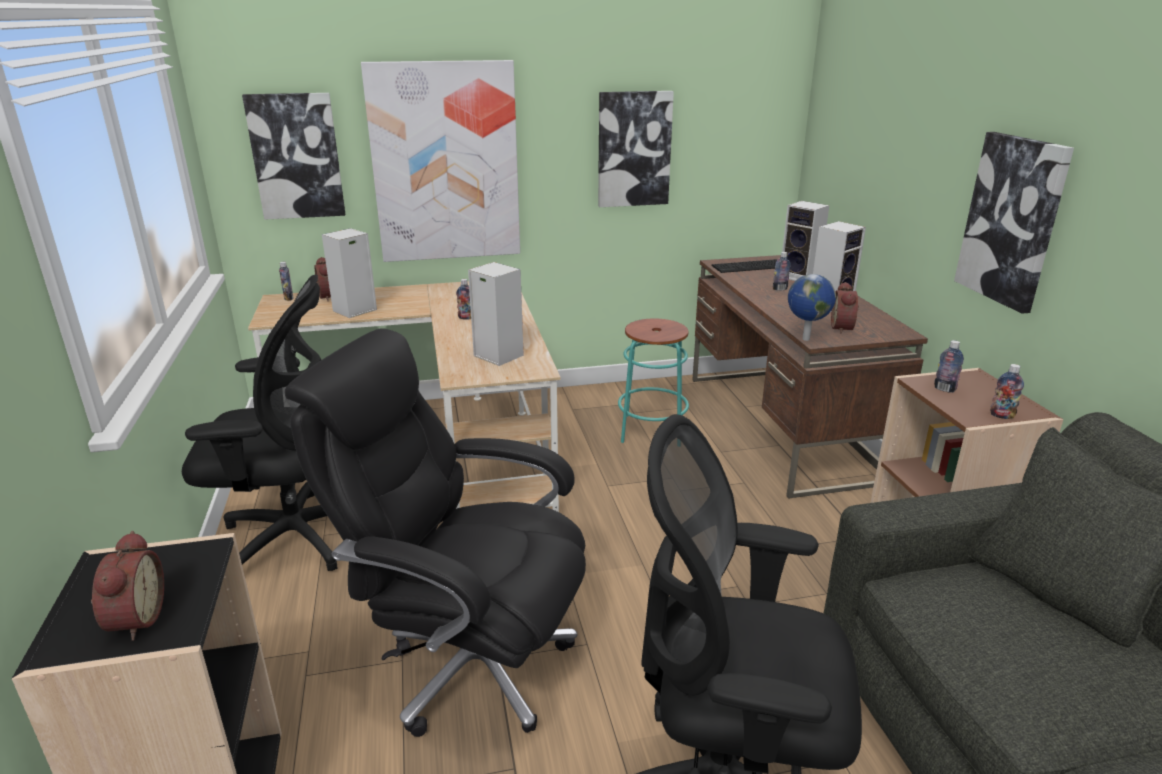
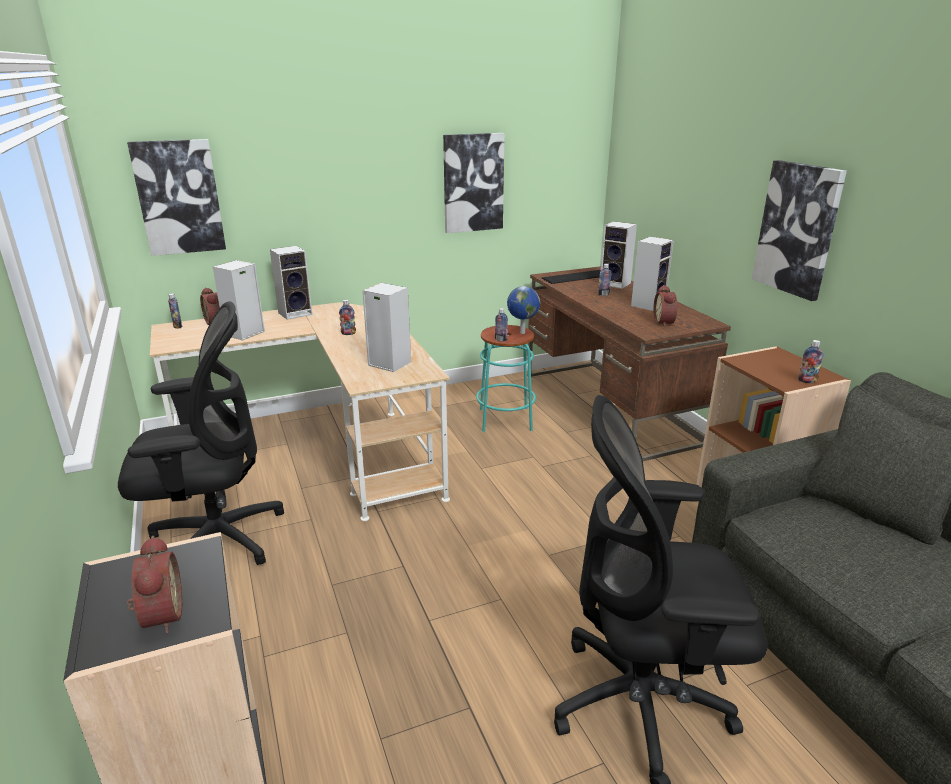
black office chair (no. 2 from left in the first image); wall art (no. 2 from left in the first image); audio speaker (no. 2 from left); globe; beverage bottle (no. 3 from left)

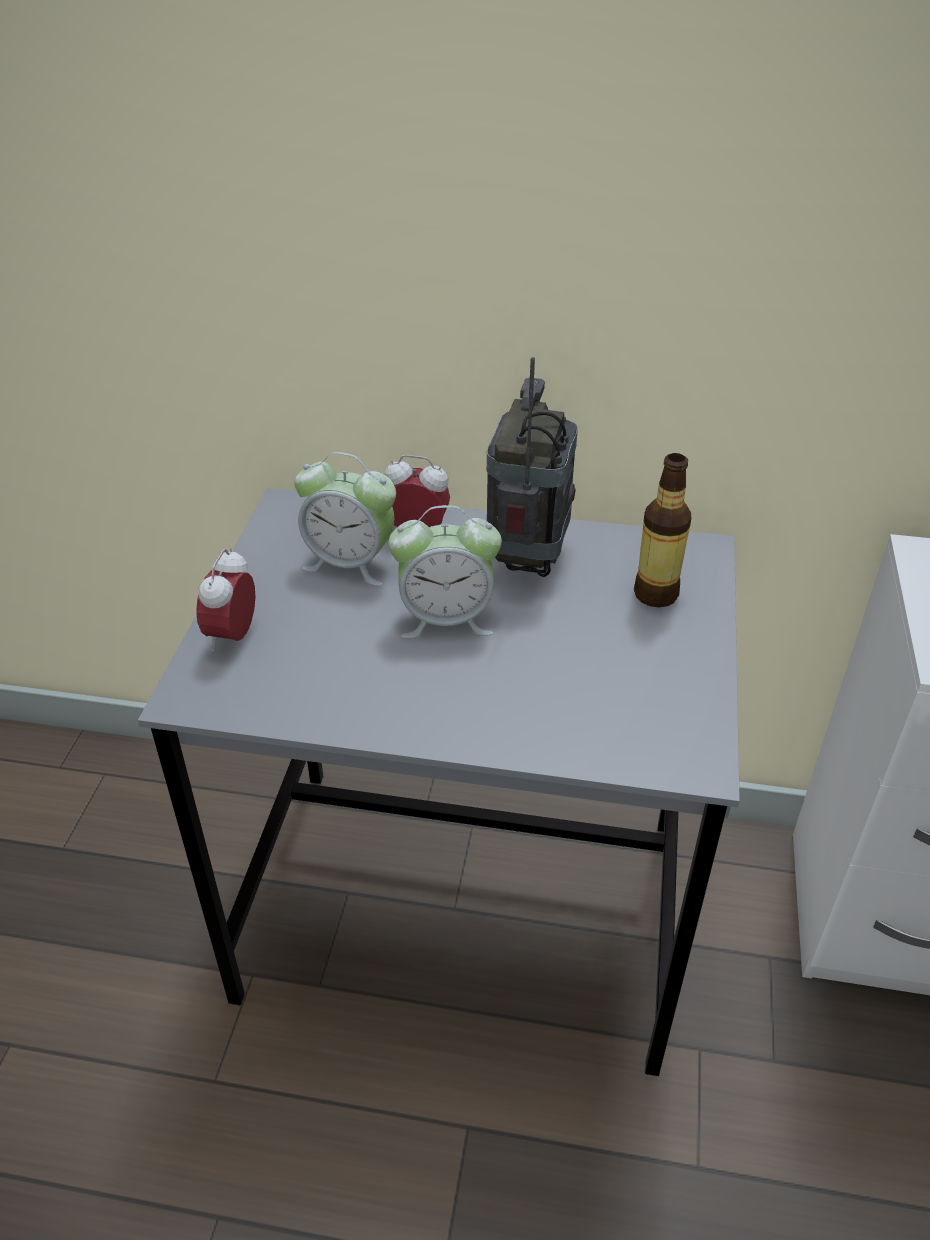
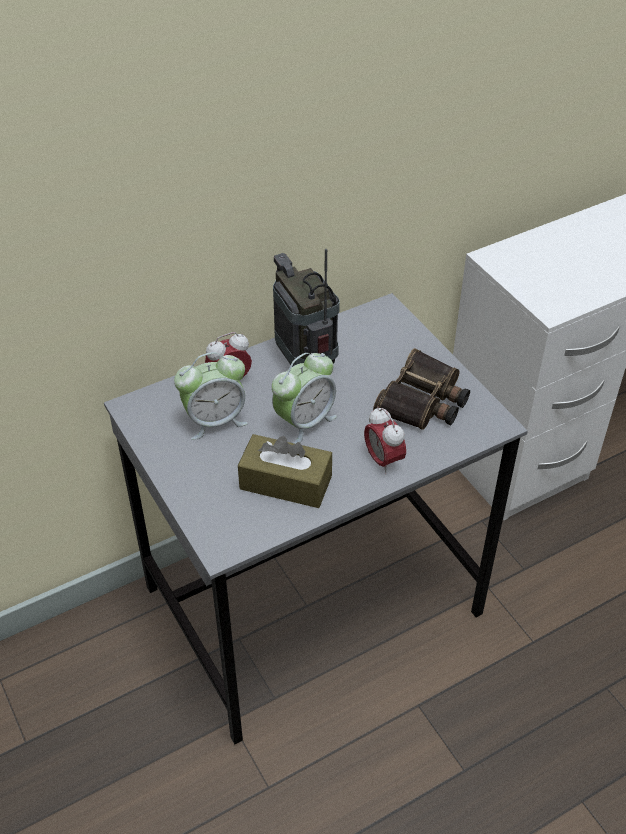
beverage bottle; brown tissue box; pair of binoculars; table clock (no. 4 from left)

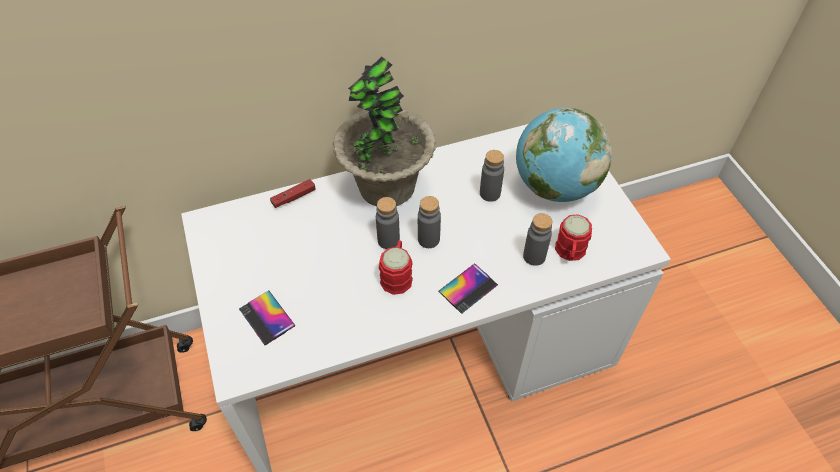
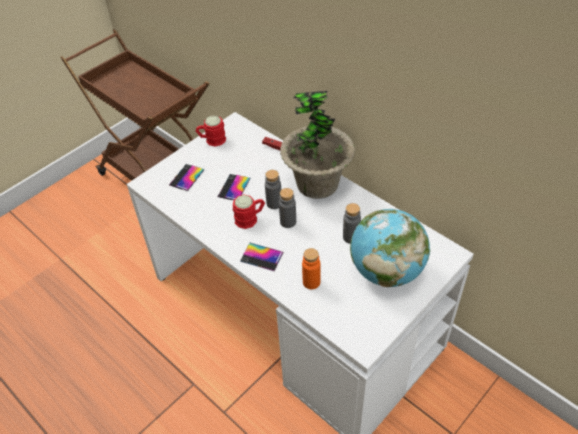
handset (no. 2 from left); red mug (no. 1 from left); orange-coloured beverage bottle

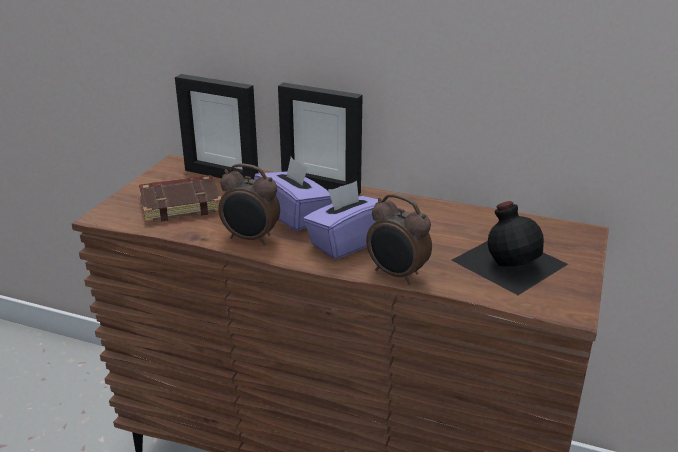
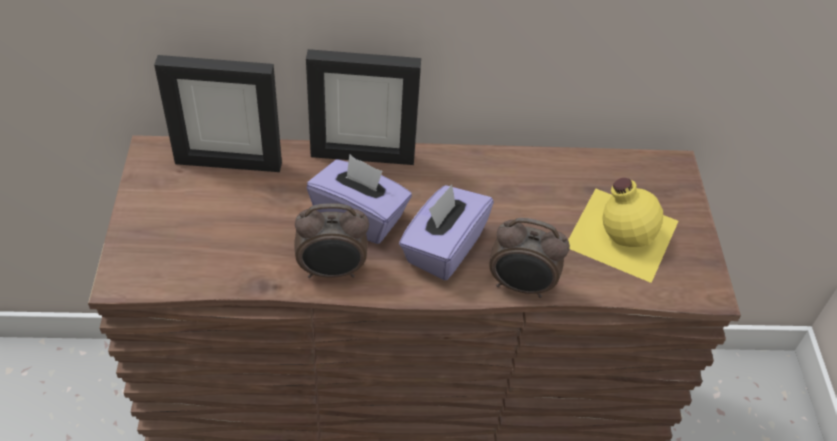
brown bound book; yellowish beverage bottle

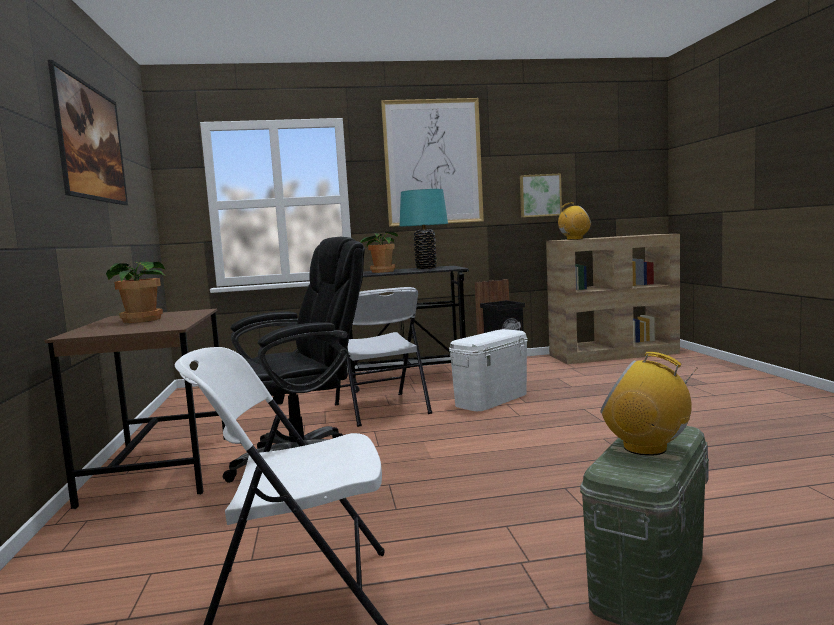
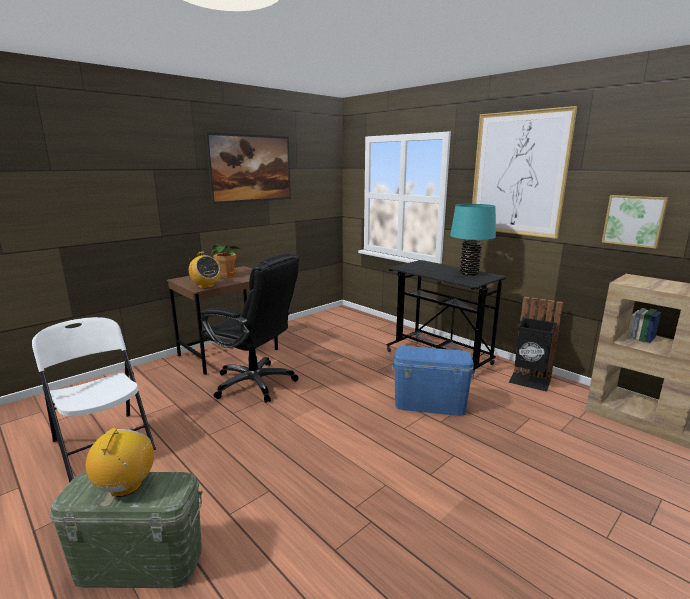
white chair (no. 2 from left in the first image); plant in a pot (no. 2 from left in the first image); radio set (no. 2 from left); blue-coloured storage box

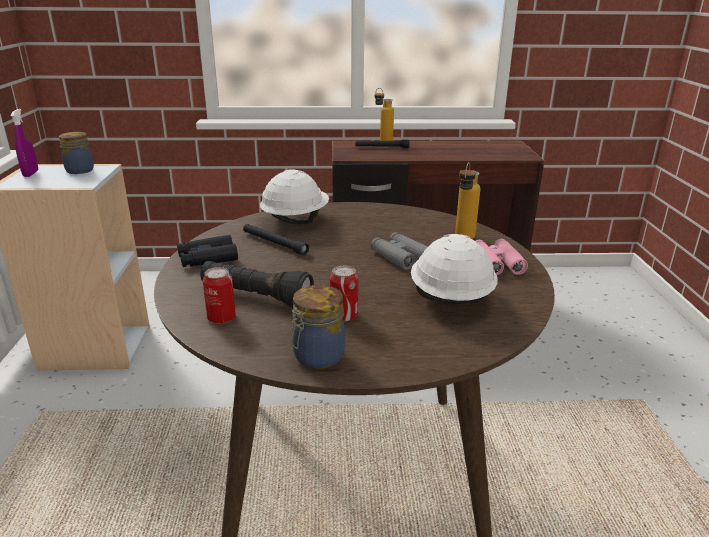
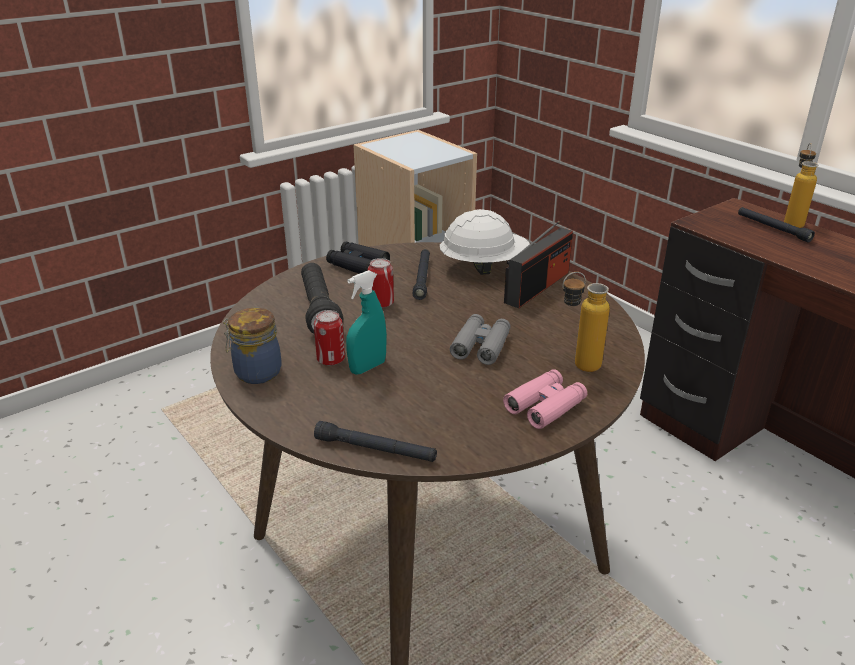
purplish spray bottle; jar (no. 1 from left in the first image); white work helmet (no. 2 from left in the first image); black torch (no. 2 from left); turquoise-coloured spray bottle; radio set; can (no. 2 from left)

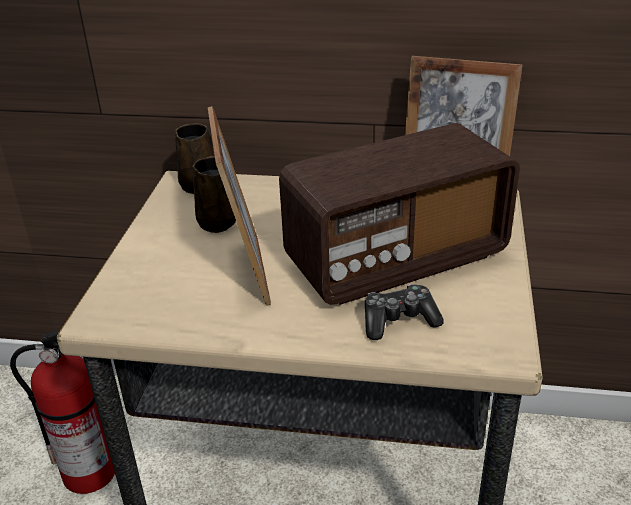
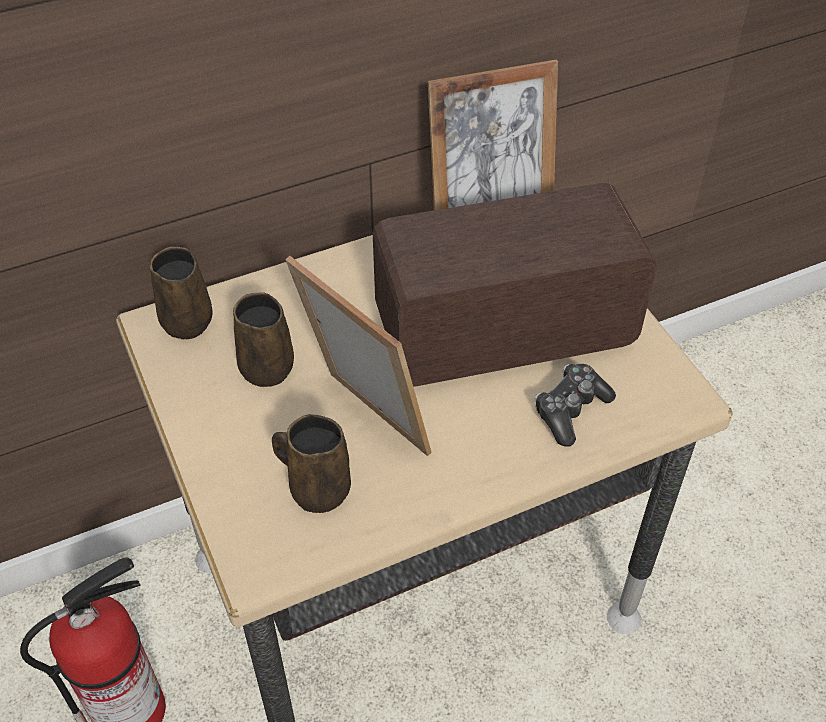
brown mug (no. 3 from left); radio set

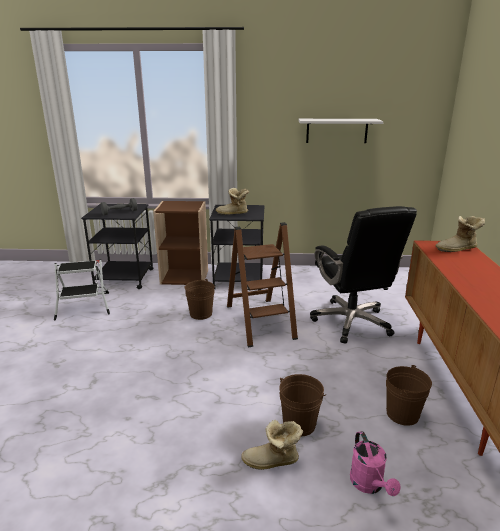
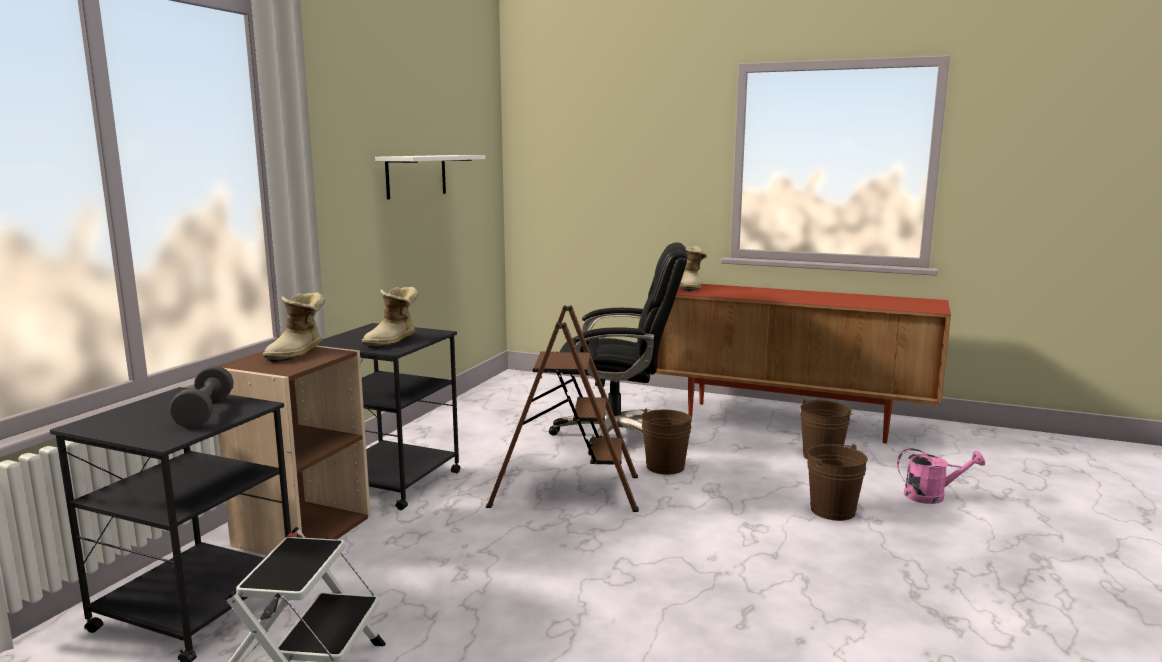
brown bucket (no. 1 from left); high-top boot (no. 1 from left)

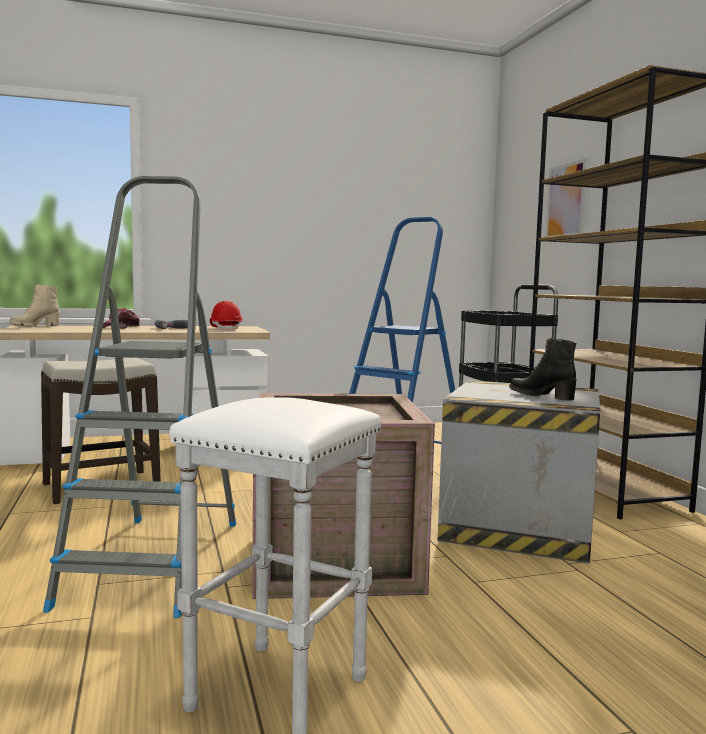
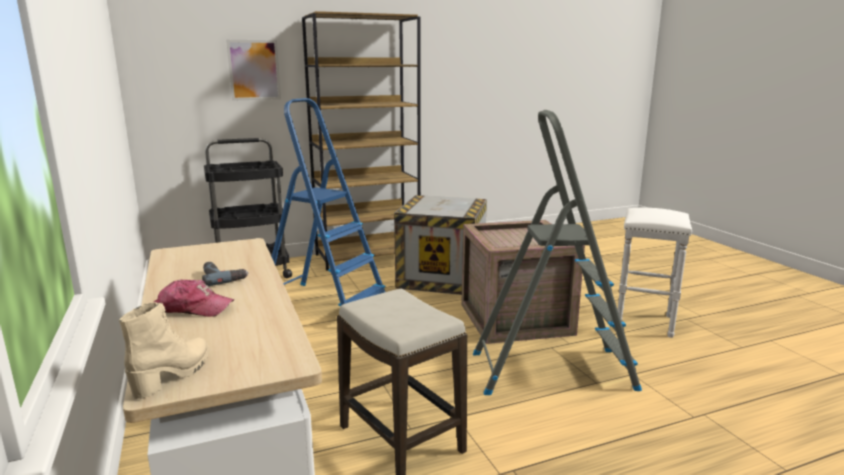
red work helmet; black high-top boot; sand-coloured high-top boot

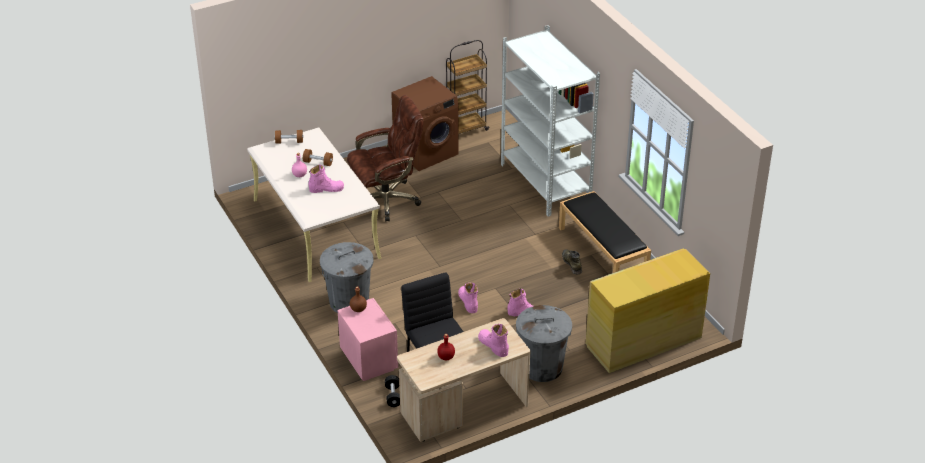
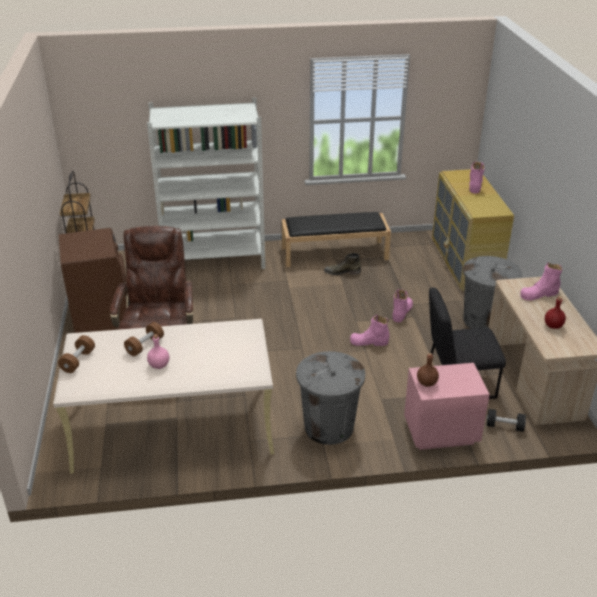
pinkish high-top boot (no. 3 from left)

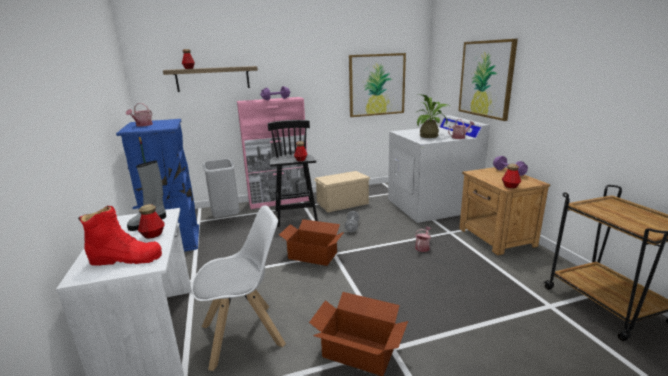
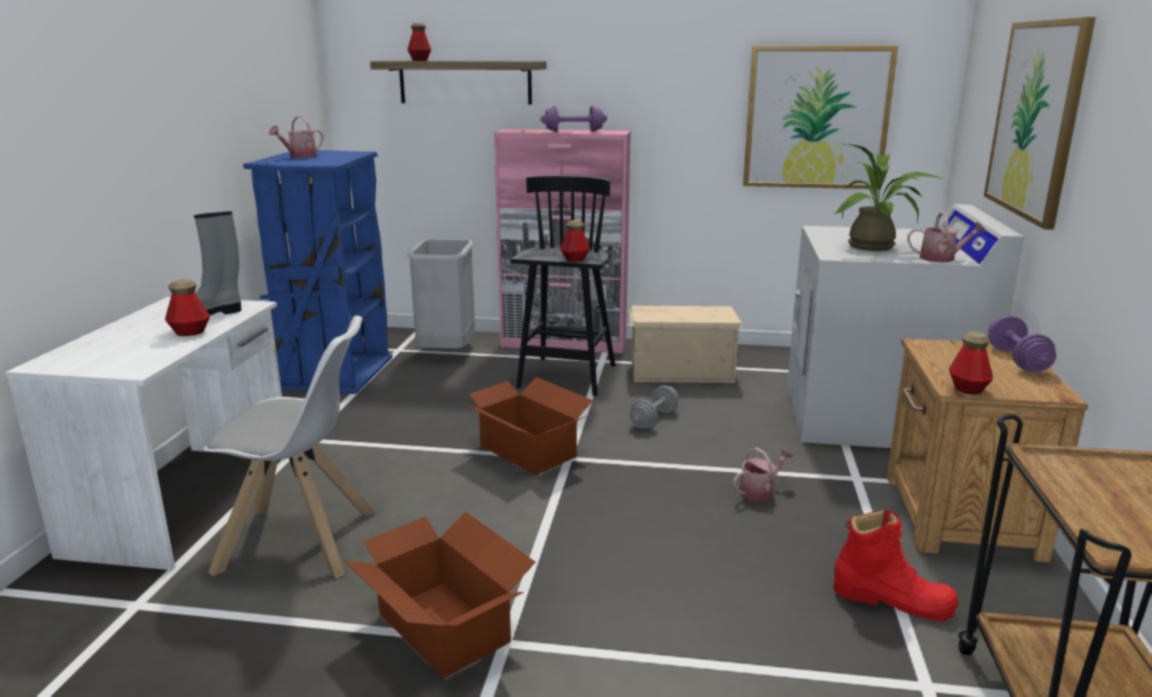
red high-top boot

